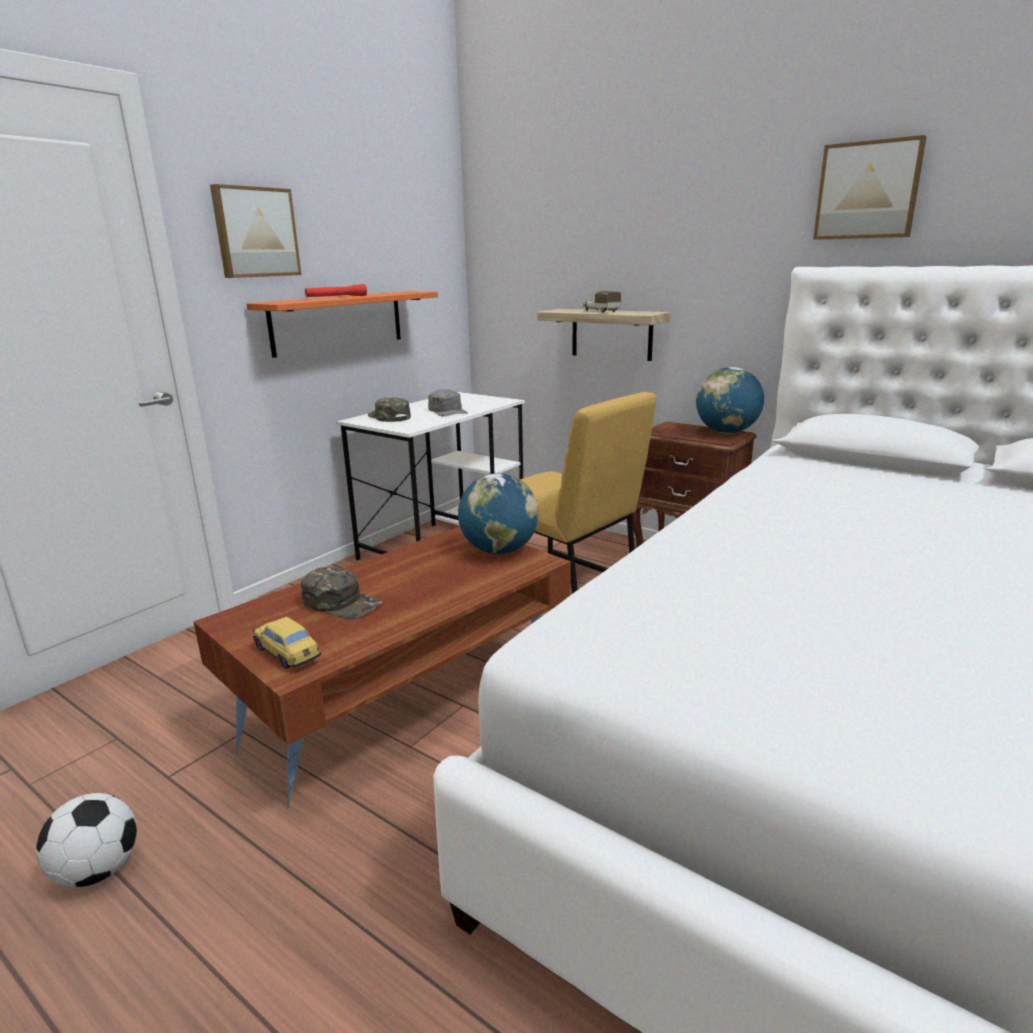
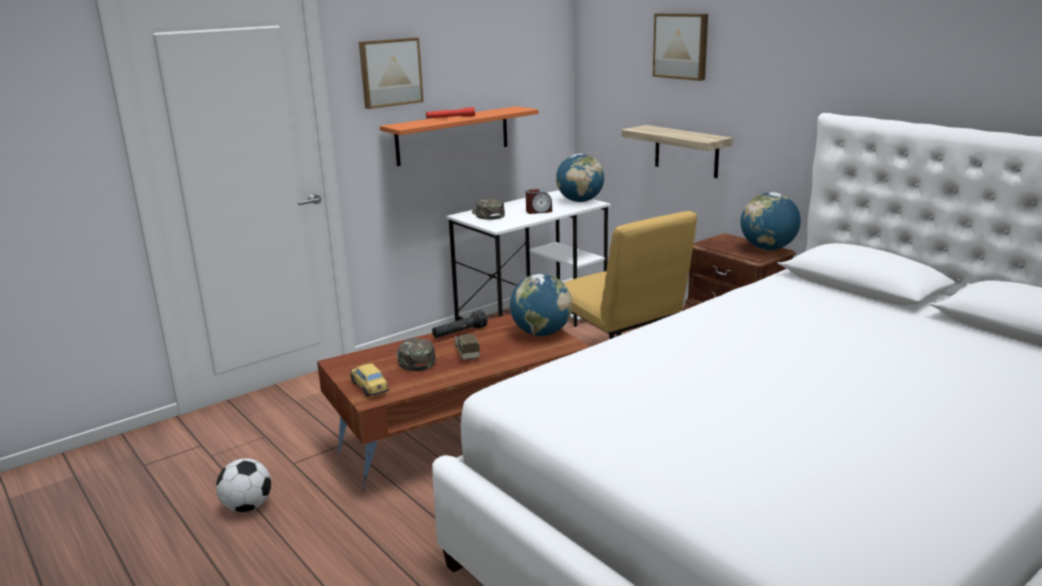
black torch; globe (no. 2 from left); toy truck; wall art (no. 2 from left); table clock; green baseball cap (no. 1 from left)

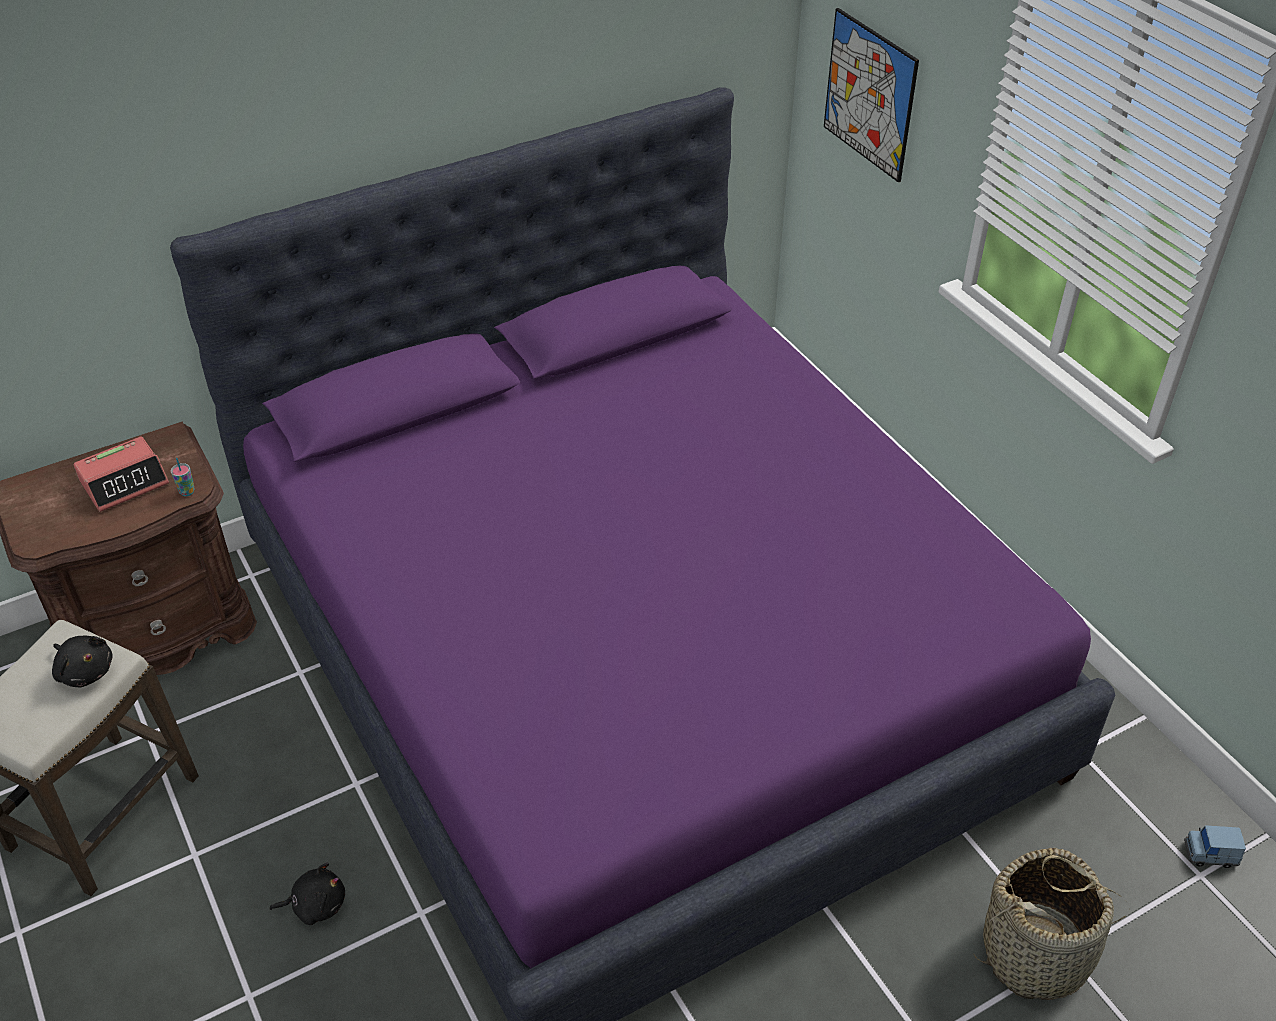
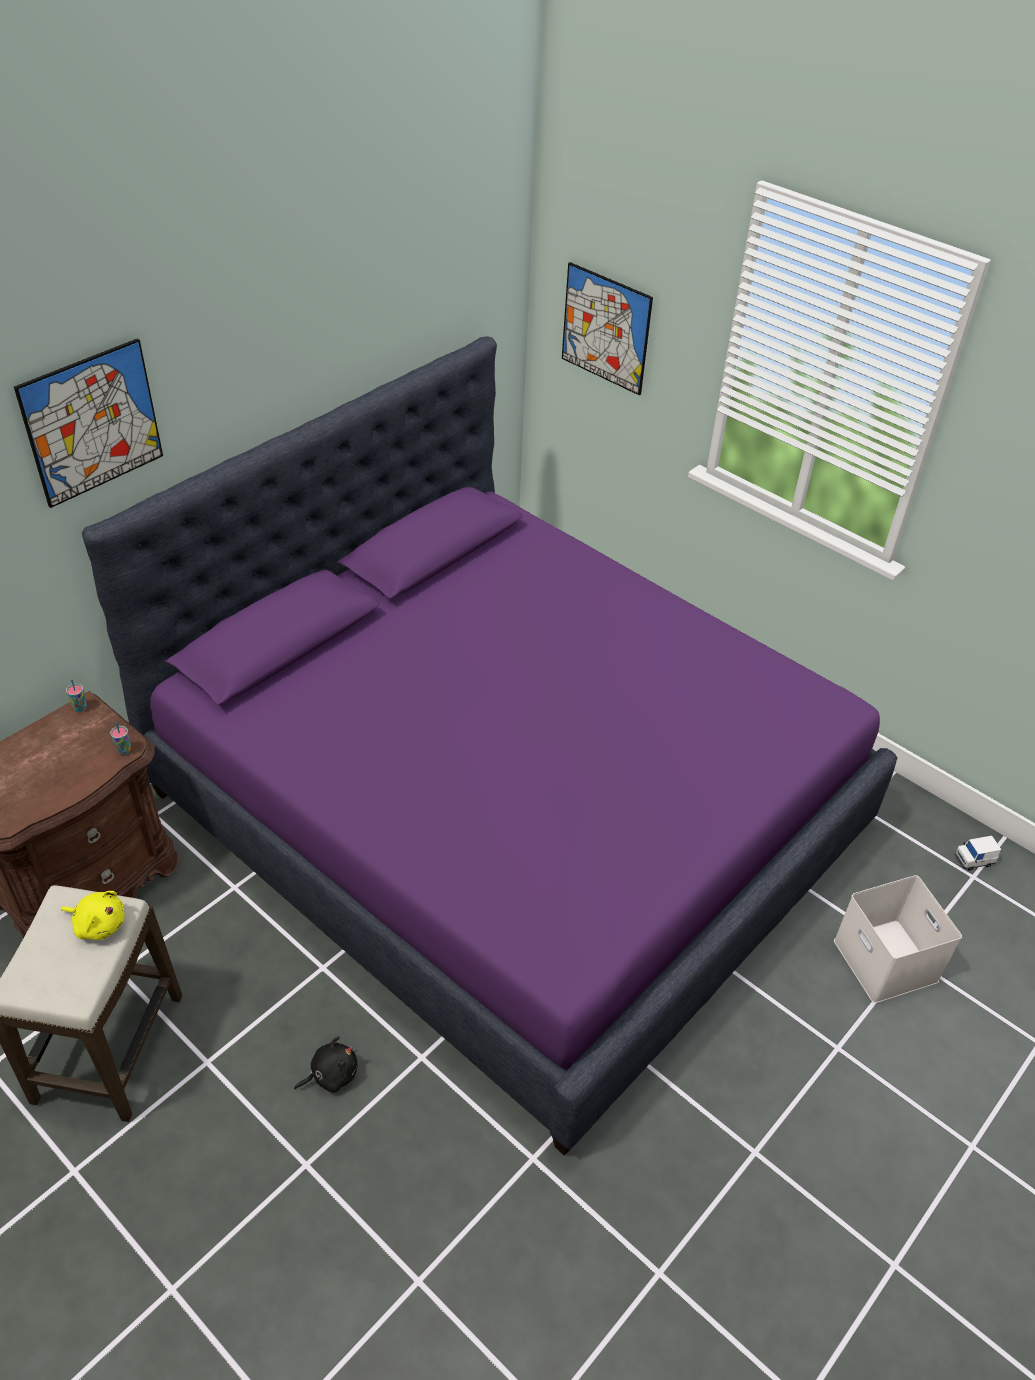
table clock; wall art (no. 1 from left); drinking cup (no. 1 from left); white storage box; yellowish plush toy; white miniature car

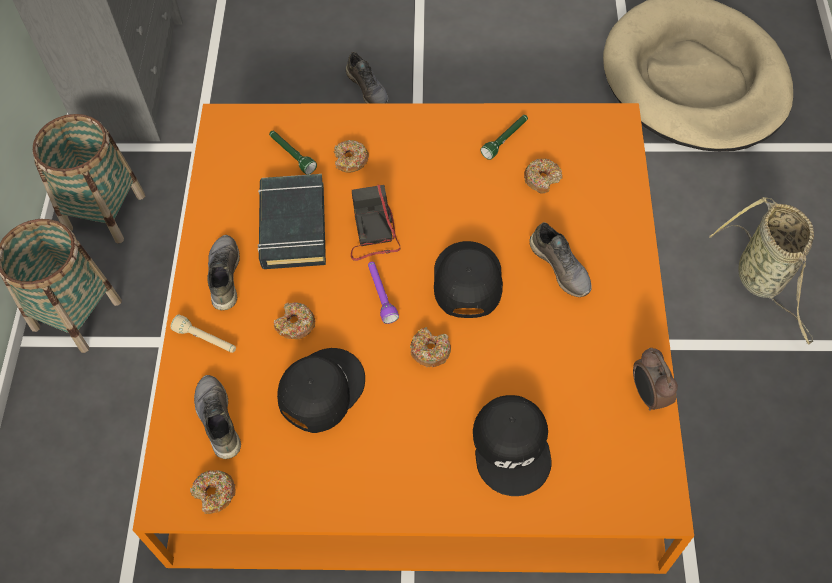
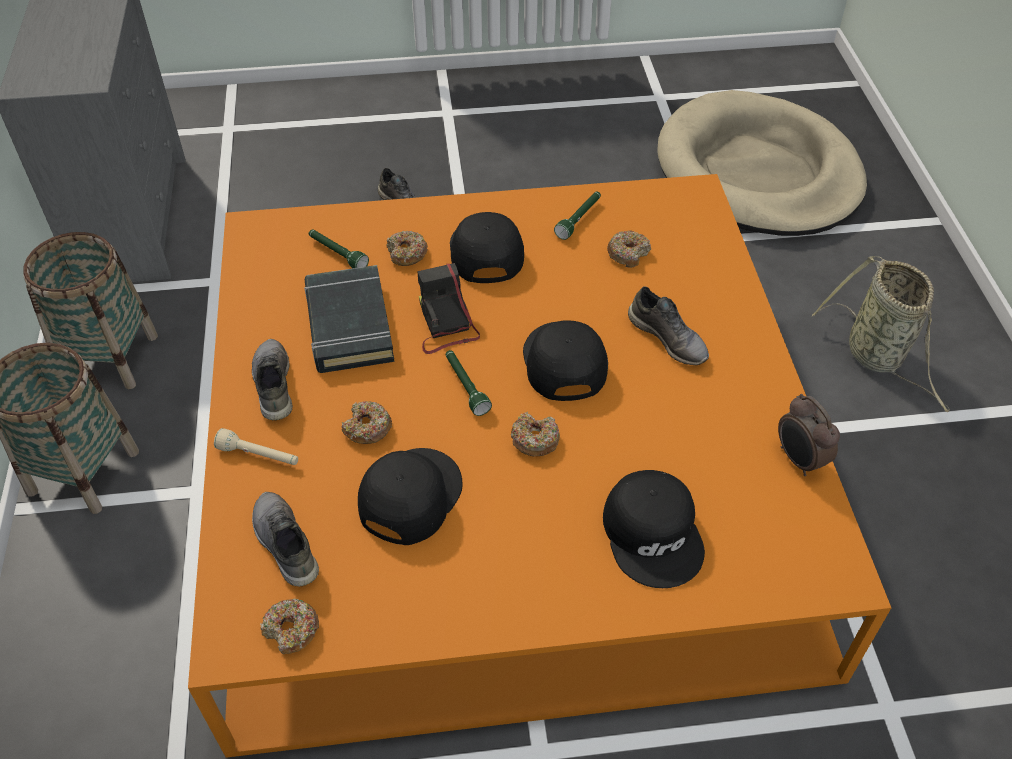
black baseball cap (no. 2 from left); green torch (no. 2 from left)

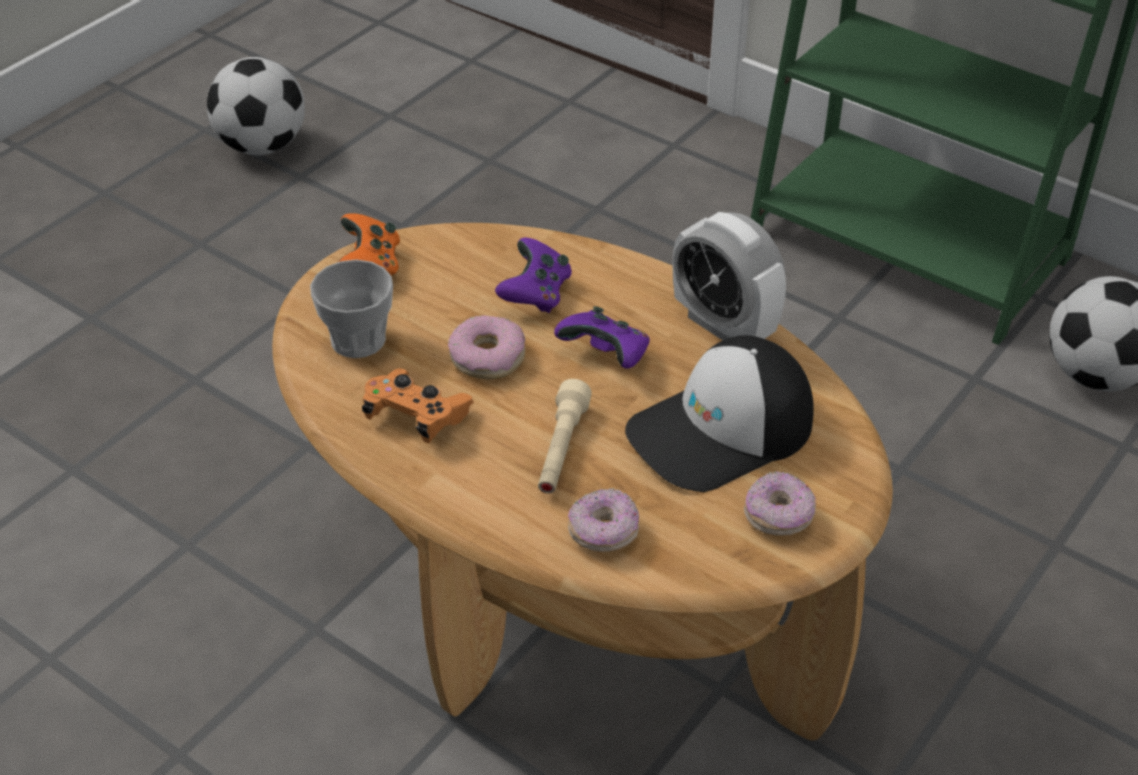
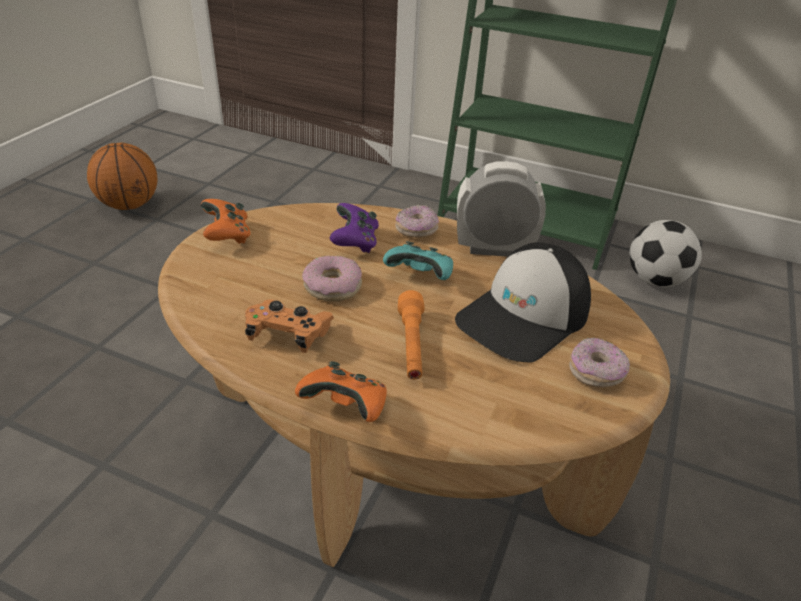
drinking cup; orange-coloured joypad (no. 3 from left); ring doughnut (no. 2 from left); basketball; orange-coloured torch; turquoise-coloured joypad; table clock

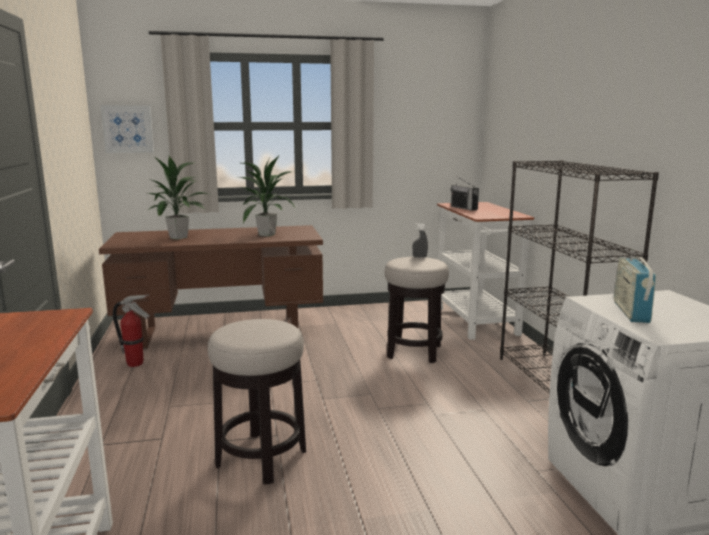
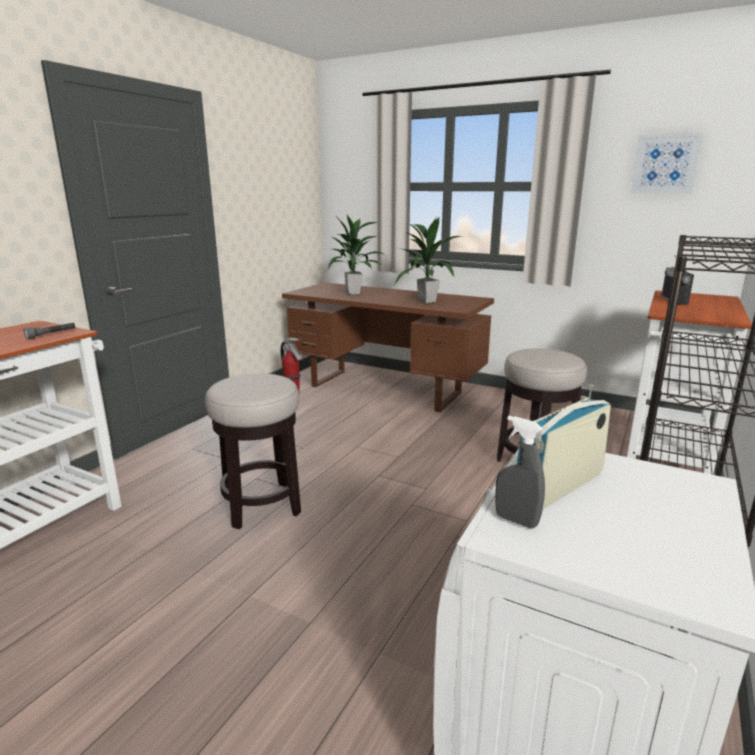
grey torch; wall art; grey spray bottle

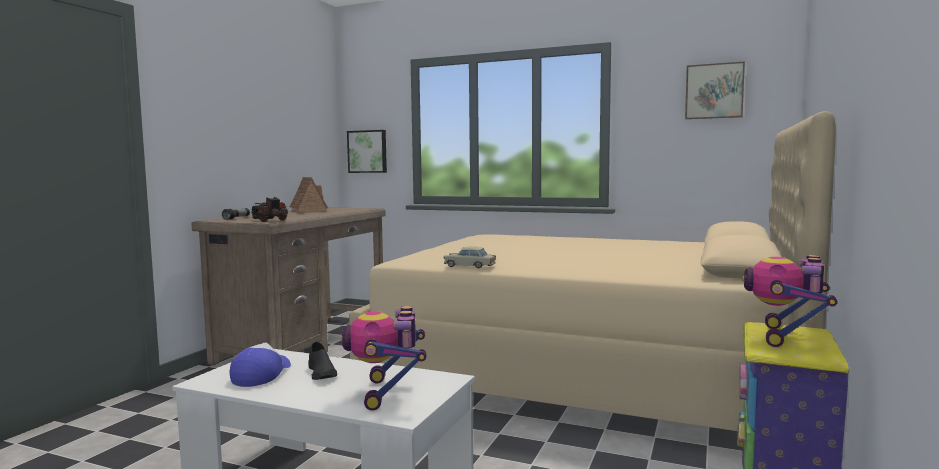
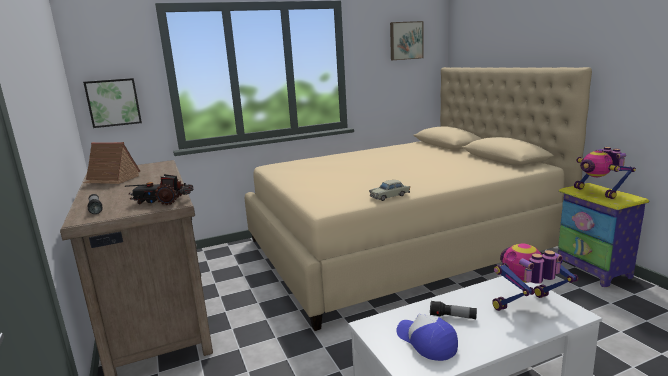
torch (no. 2 from left); model robot (no. 1 from left)

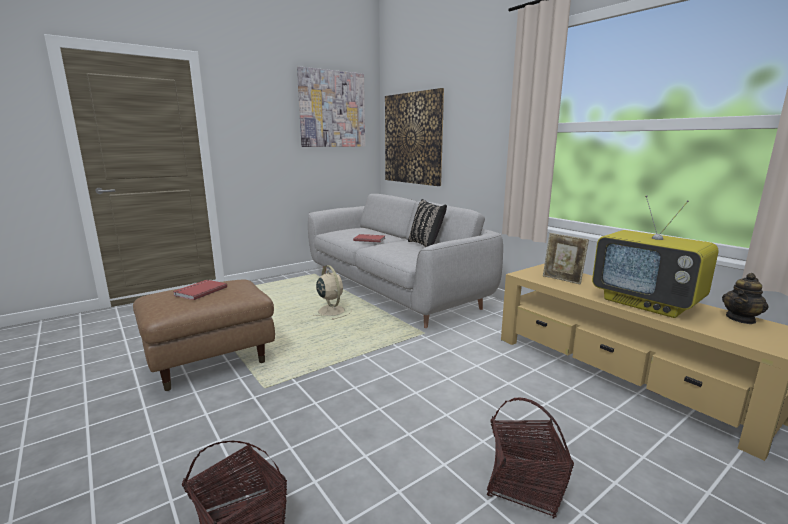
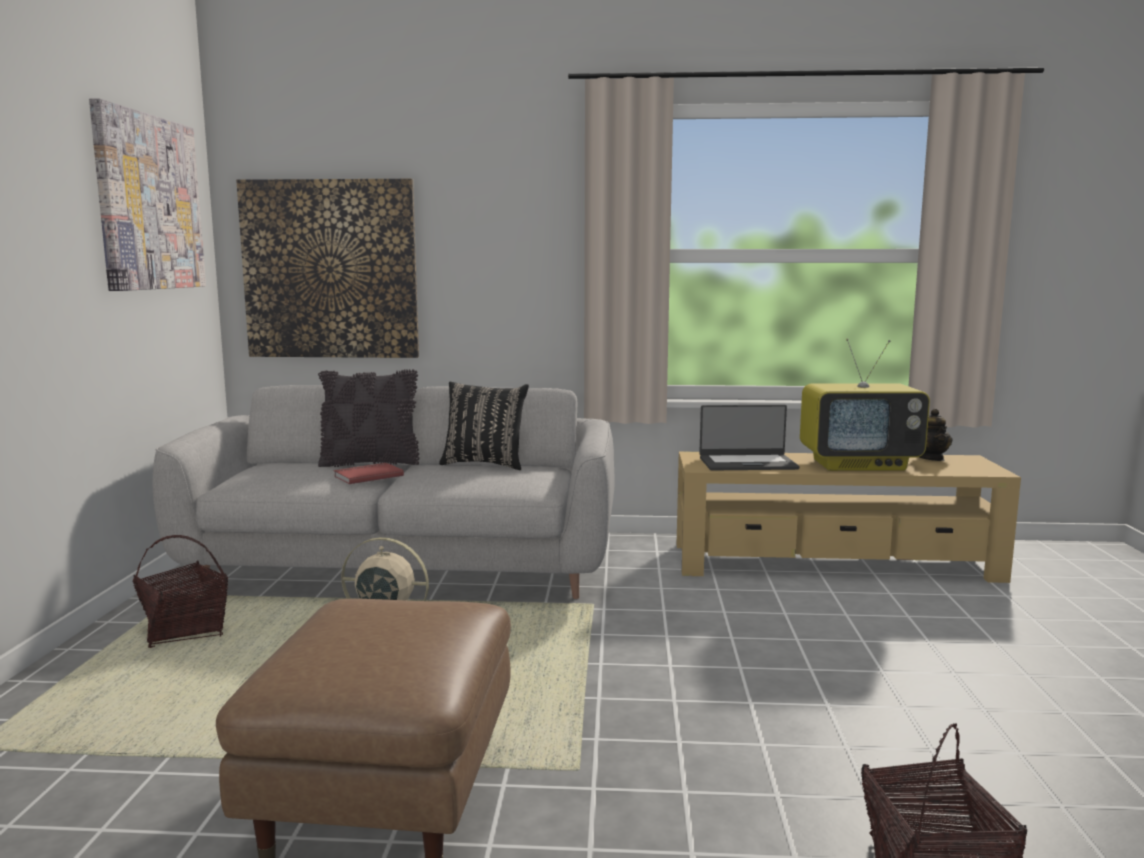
red bound book (no. 1 from left in the first image); black cushion (no. 1 from left); basket (no. 1 from left); portable computer

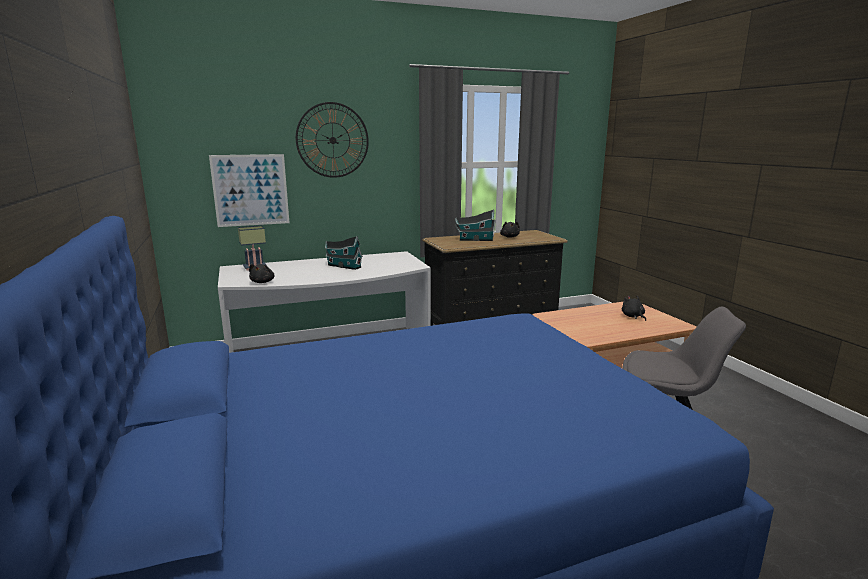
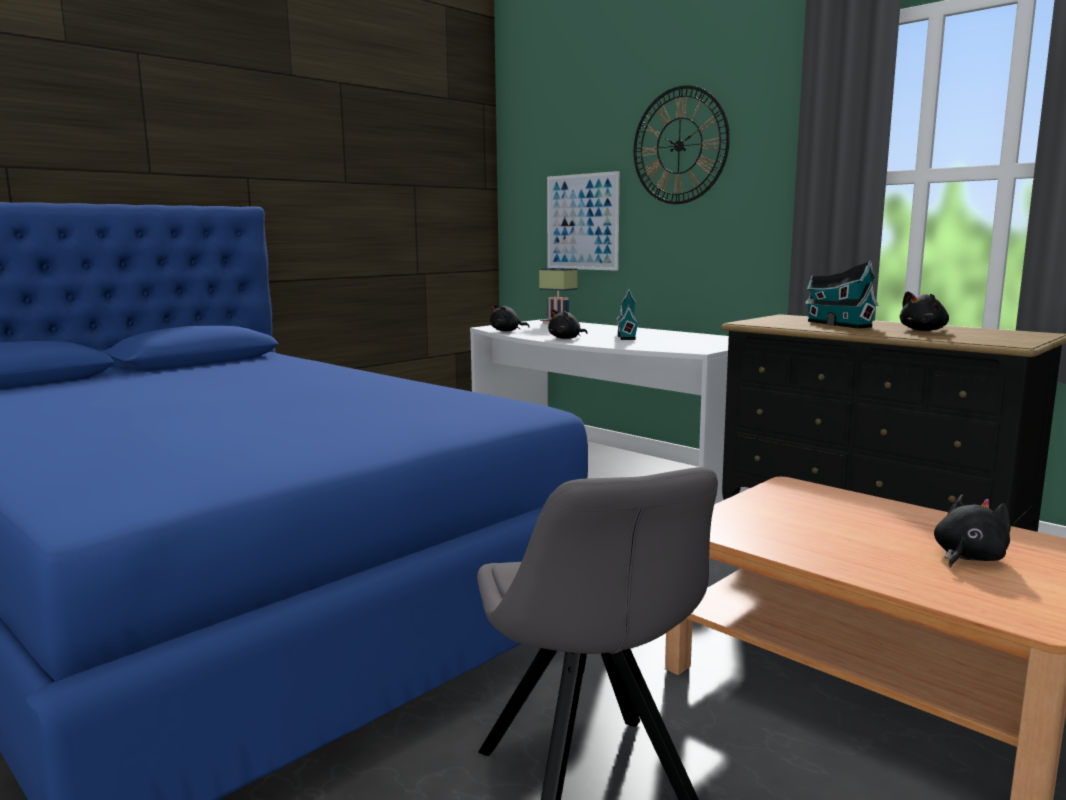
black plush toy (no. 2 from left)

